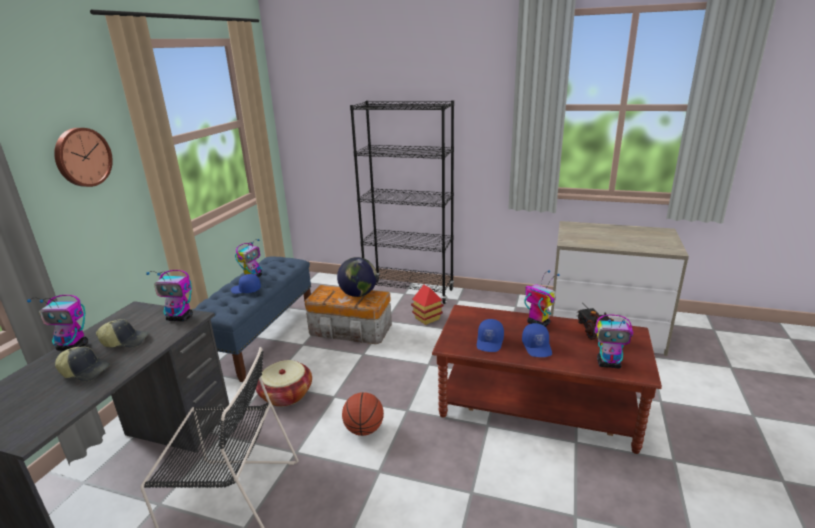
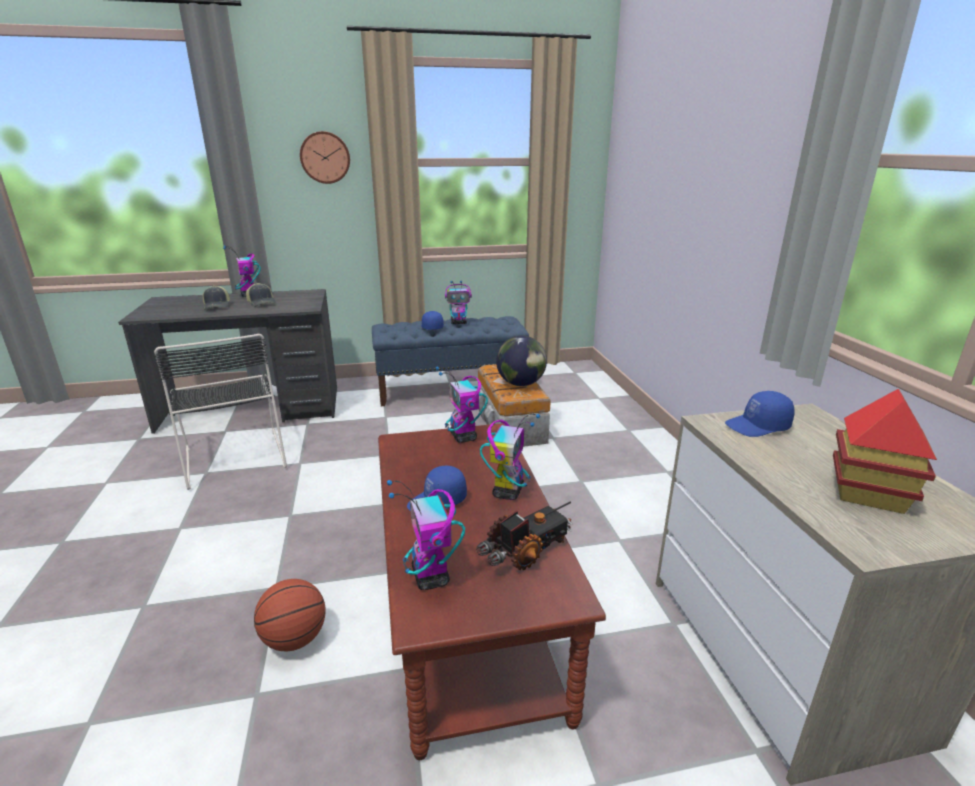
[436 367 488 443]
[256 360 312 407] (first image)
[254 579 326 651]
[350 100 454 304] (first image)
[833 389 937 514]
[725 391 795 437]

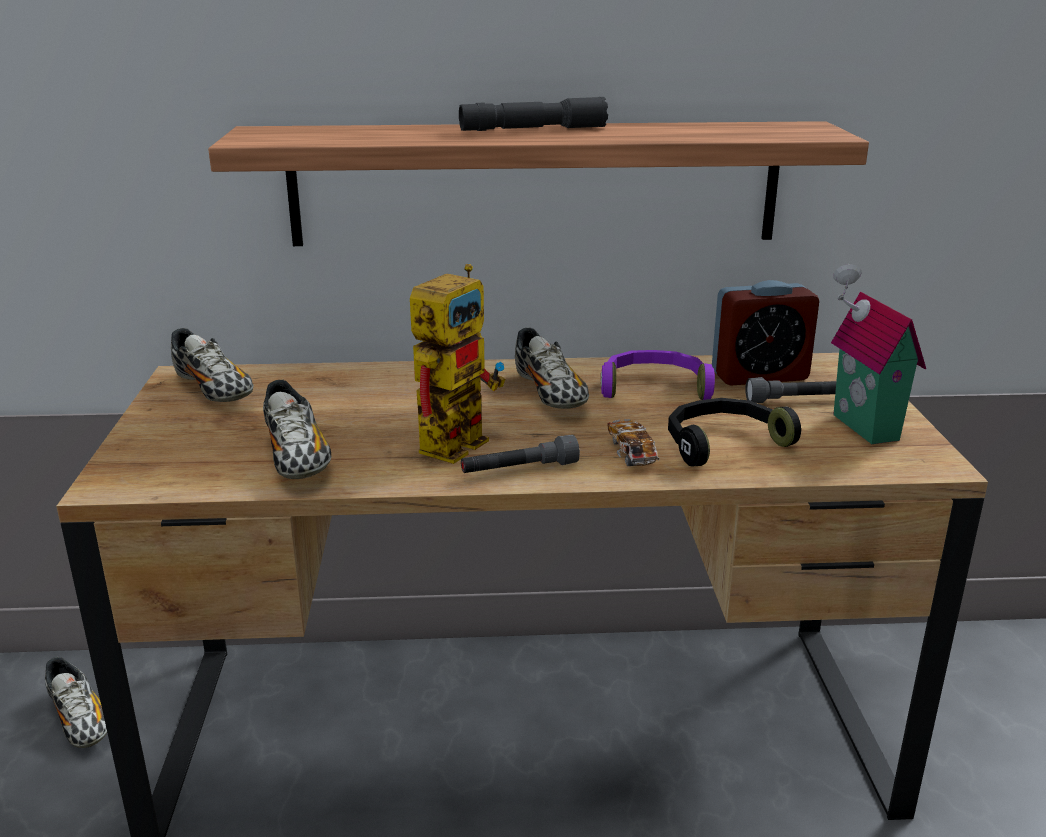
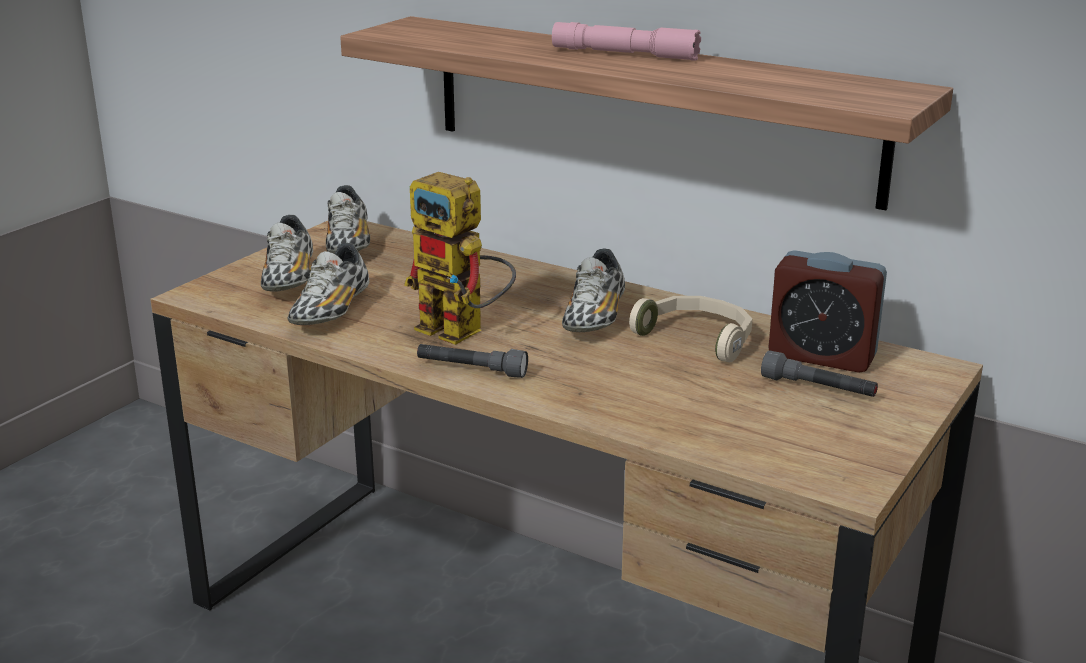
[261 215 313 292]
[404 172 516 345]
[552 22 701 61]
[629 296 752 362]
[607 419 660 466] (first image)
[668 398 801 467] (first image)
[831 264 926 444] (first image)

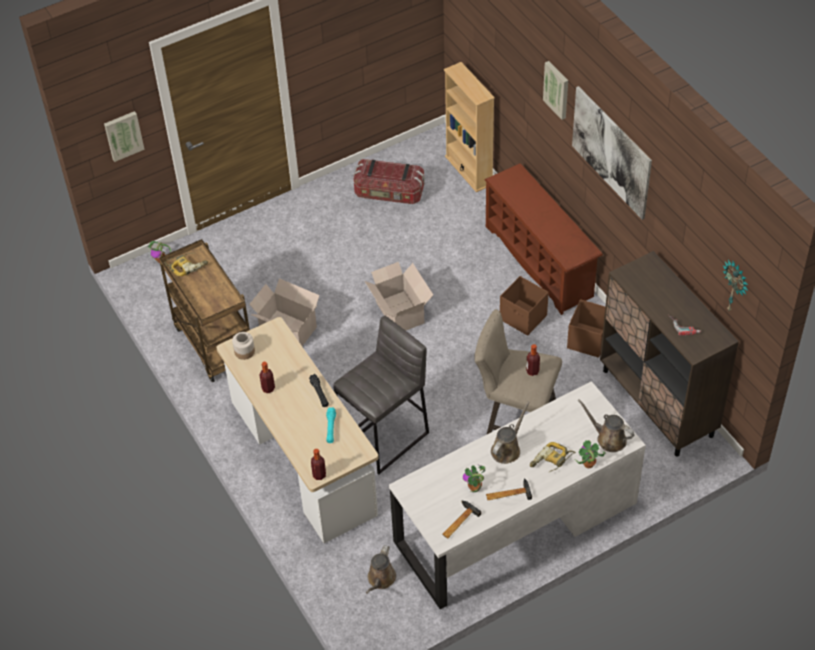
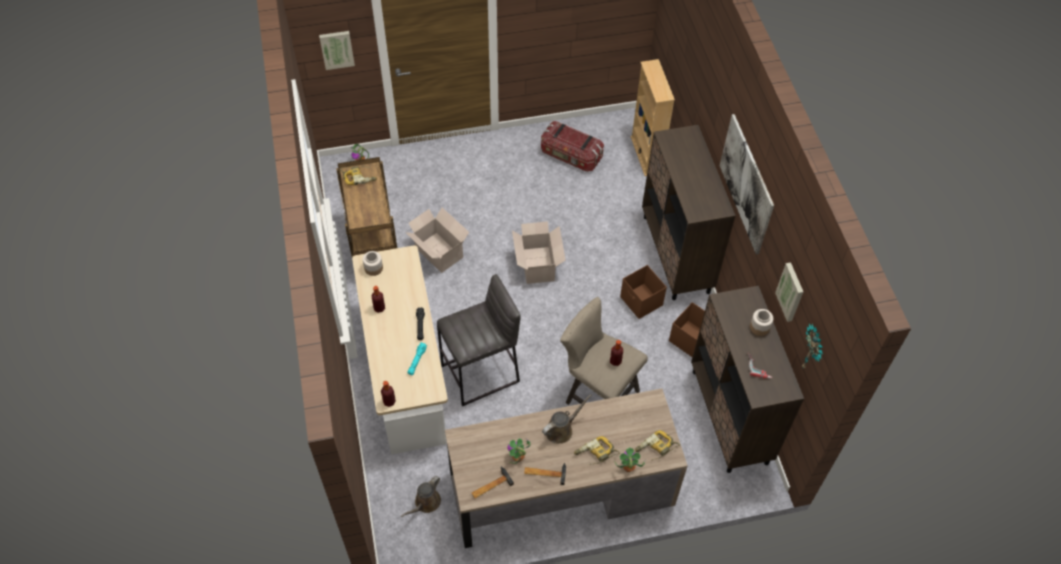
[445 388 687 548]
[642 125 736 300]
[775 262 803 322]
[635 430 680 460]
[750 309 773 336]

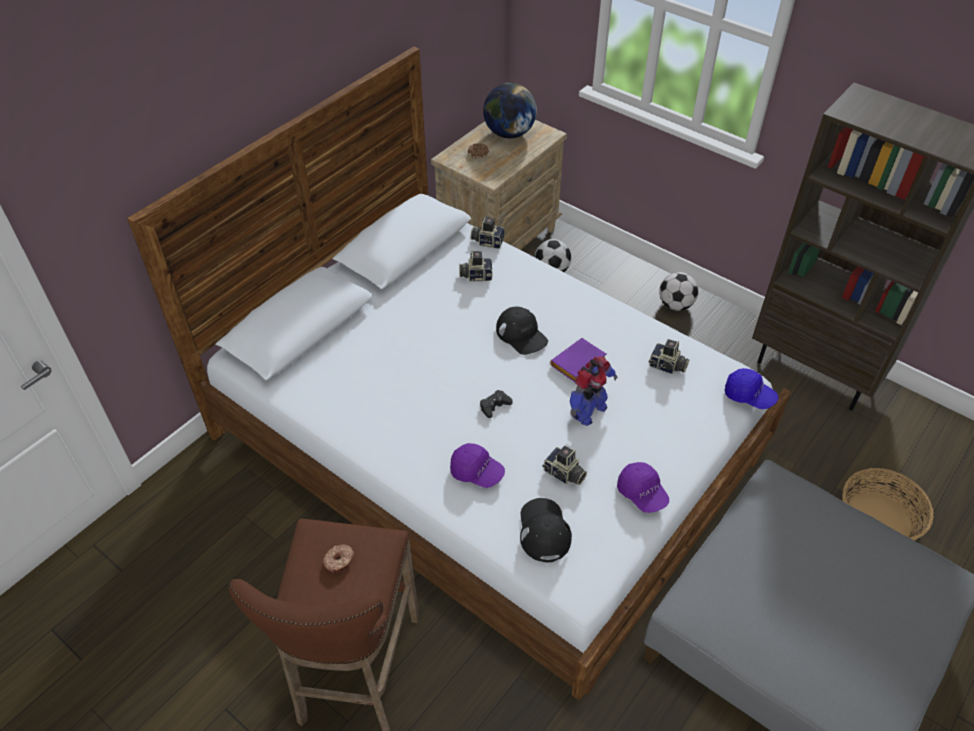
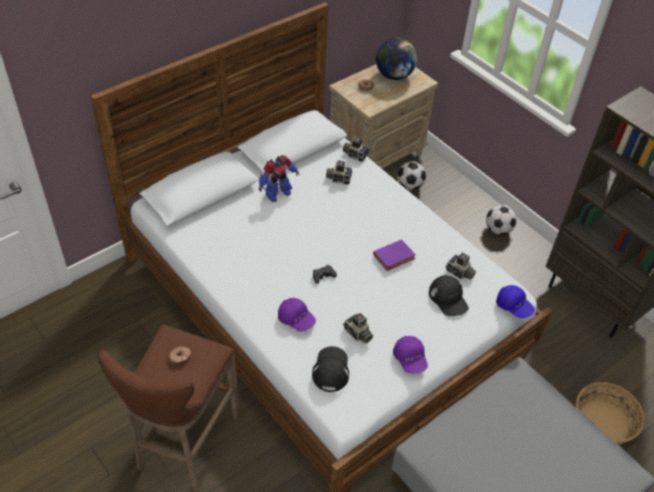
[429 275 469 316]
[259 155 300 202]

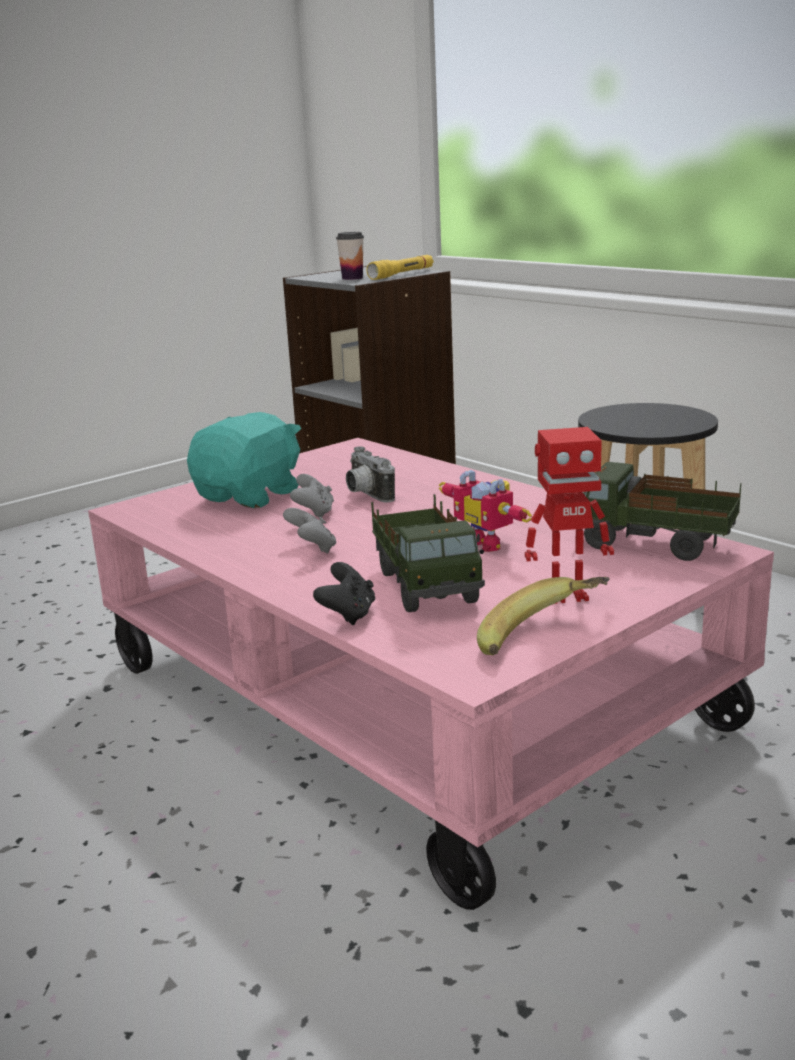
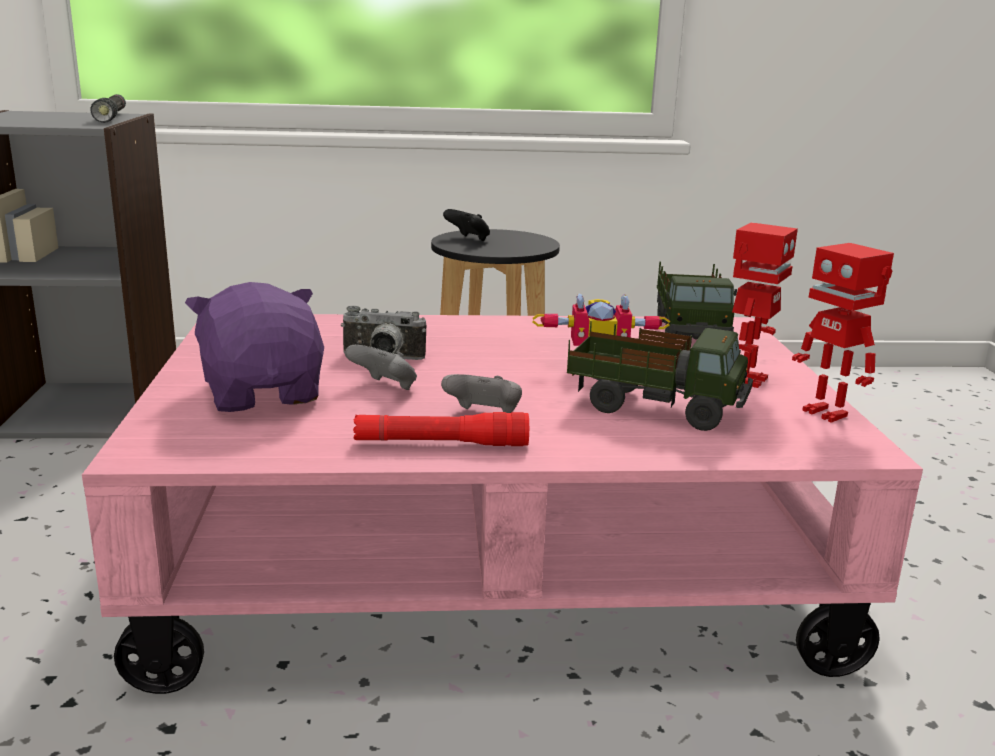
[185 282 324 412]
[443 209 490 241]
[336 232 364 280] (first image)
[90 94 126 123]
[792 243 894 423]
[657 262 737 344]
[353 412 529 446]

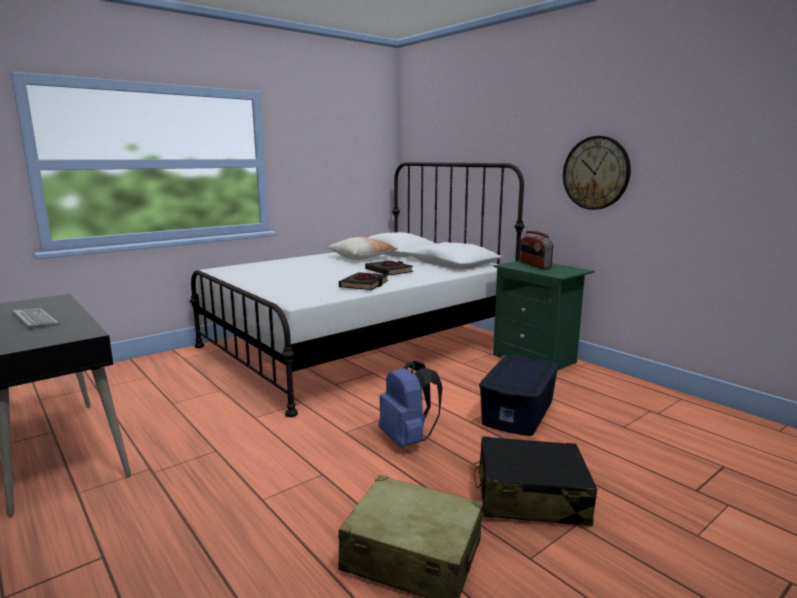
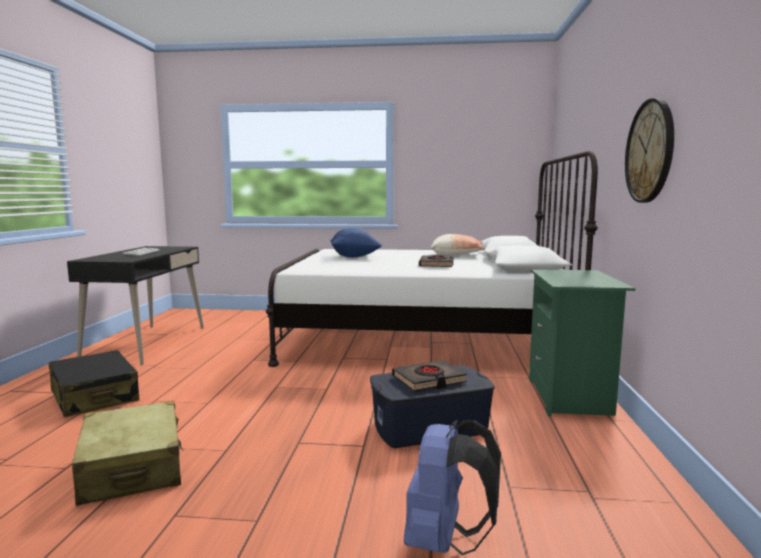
[392 360 467 392]
[404 420 501 555]
[48 350 139 417]
[520 231 553 269] (first image)
[330 229 382 257]

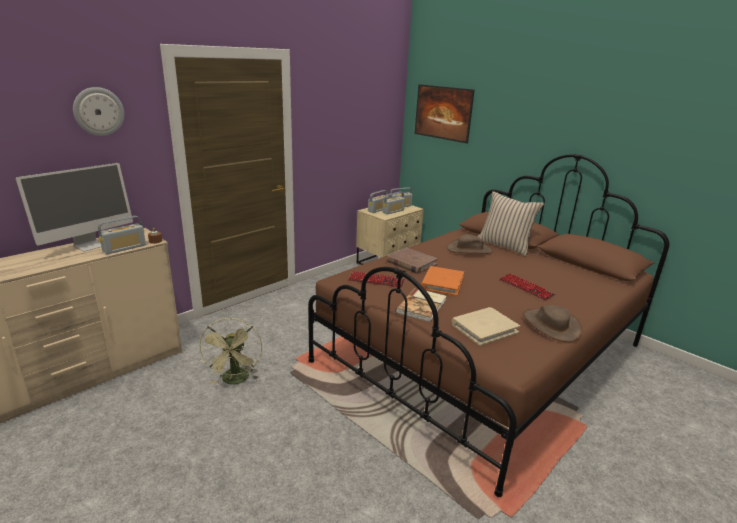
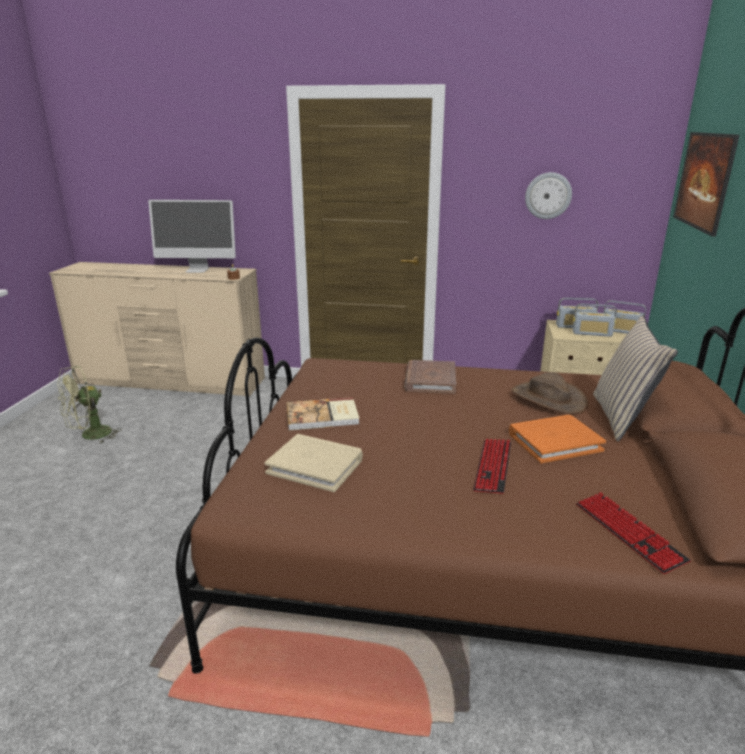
[525 172 572 219]
[98 216 146 254] (first image)
[58 365 122 444]
[576 492 691 574]
[509 415 606 463]
[523 305 582 342] (first image)

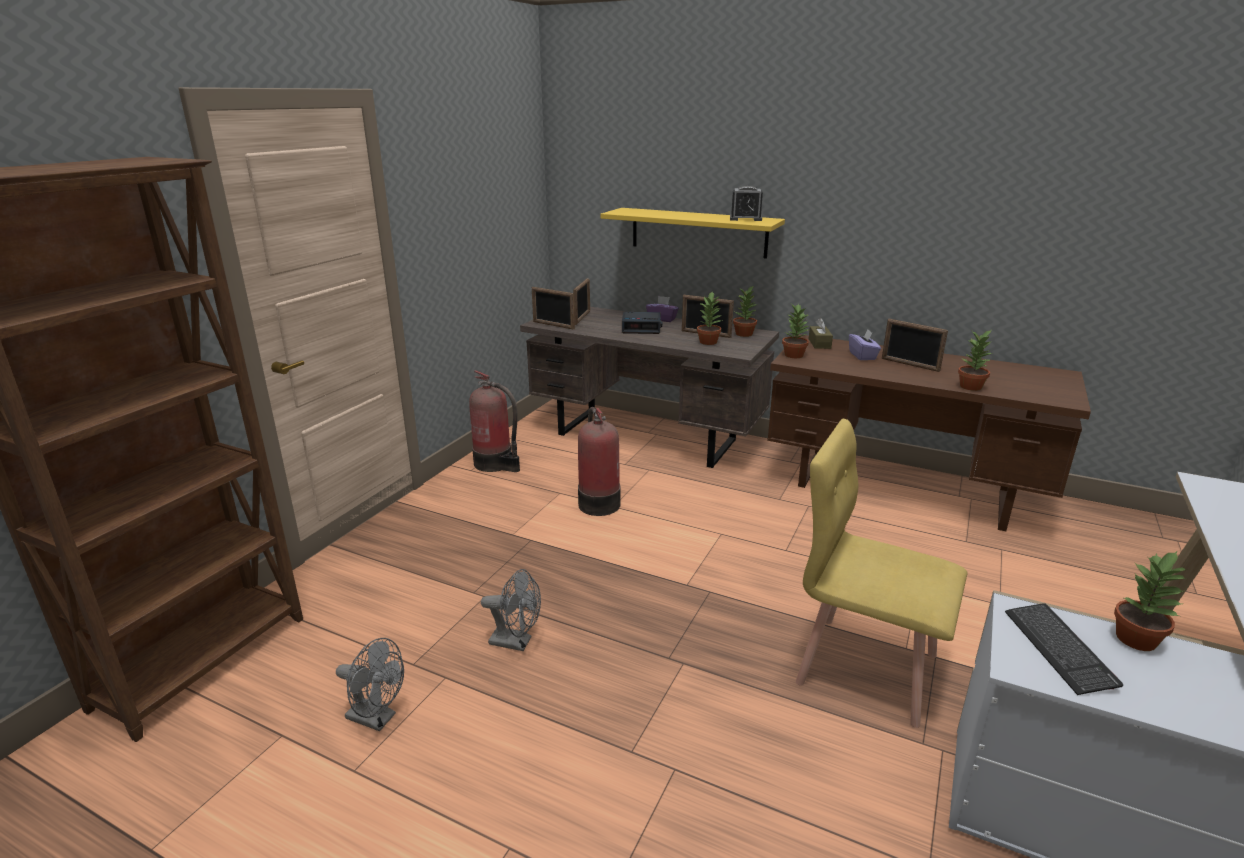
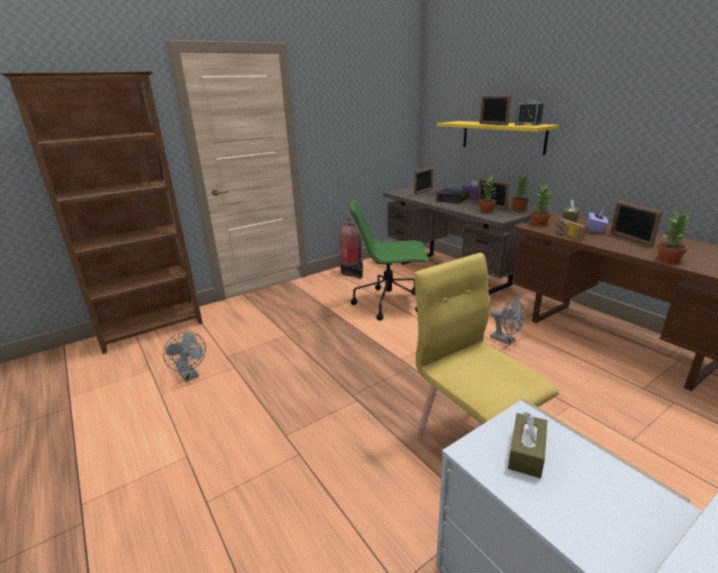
[490 298 525 345]
[480 95 511 125]
[349 199 429 321]
[508 412 547 478]
[1114 551 1188 651] (first image)
[554 218 586 241]

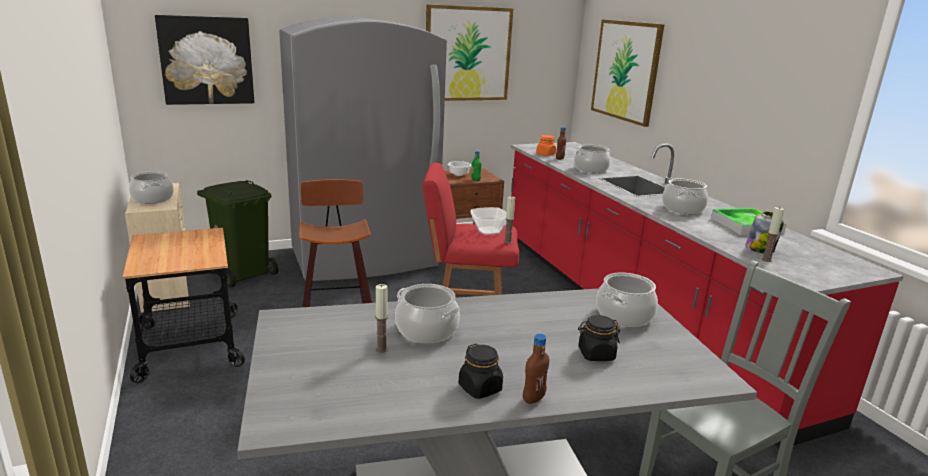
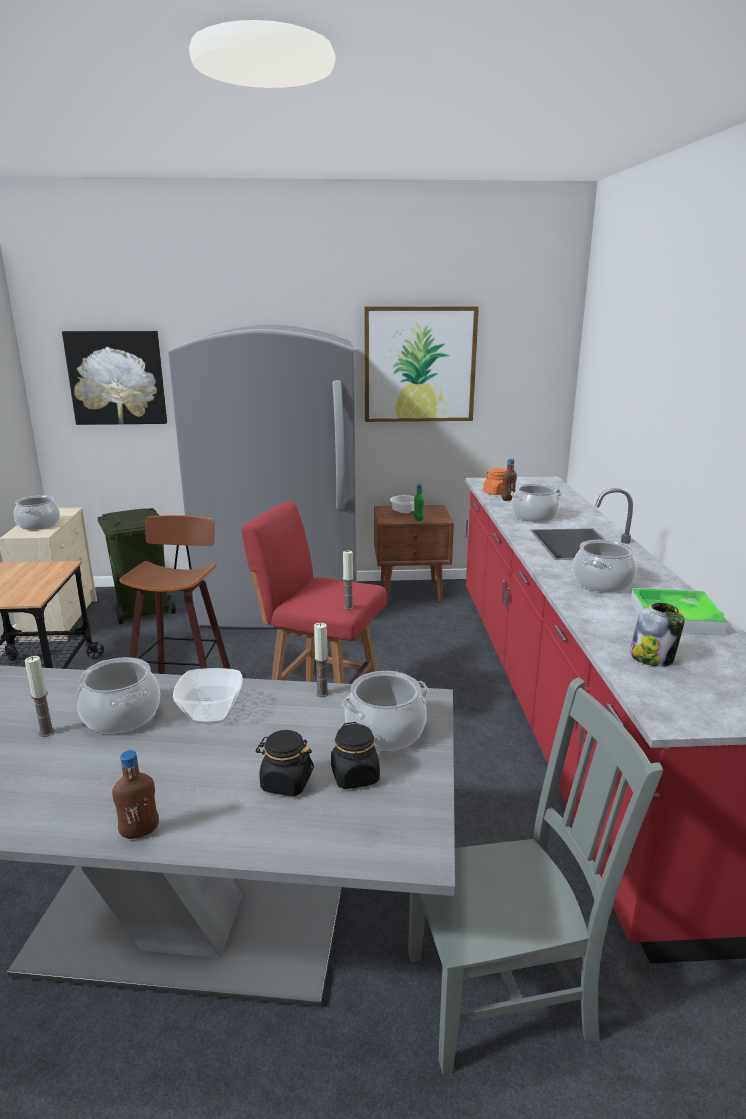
[331 722 380 789]
[173 668 243 724]
[591 19 664 127] (first image)
[314 623 329 697]

